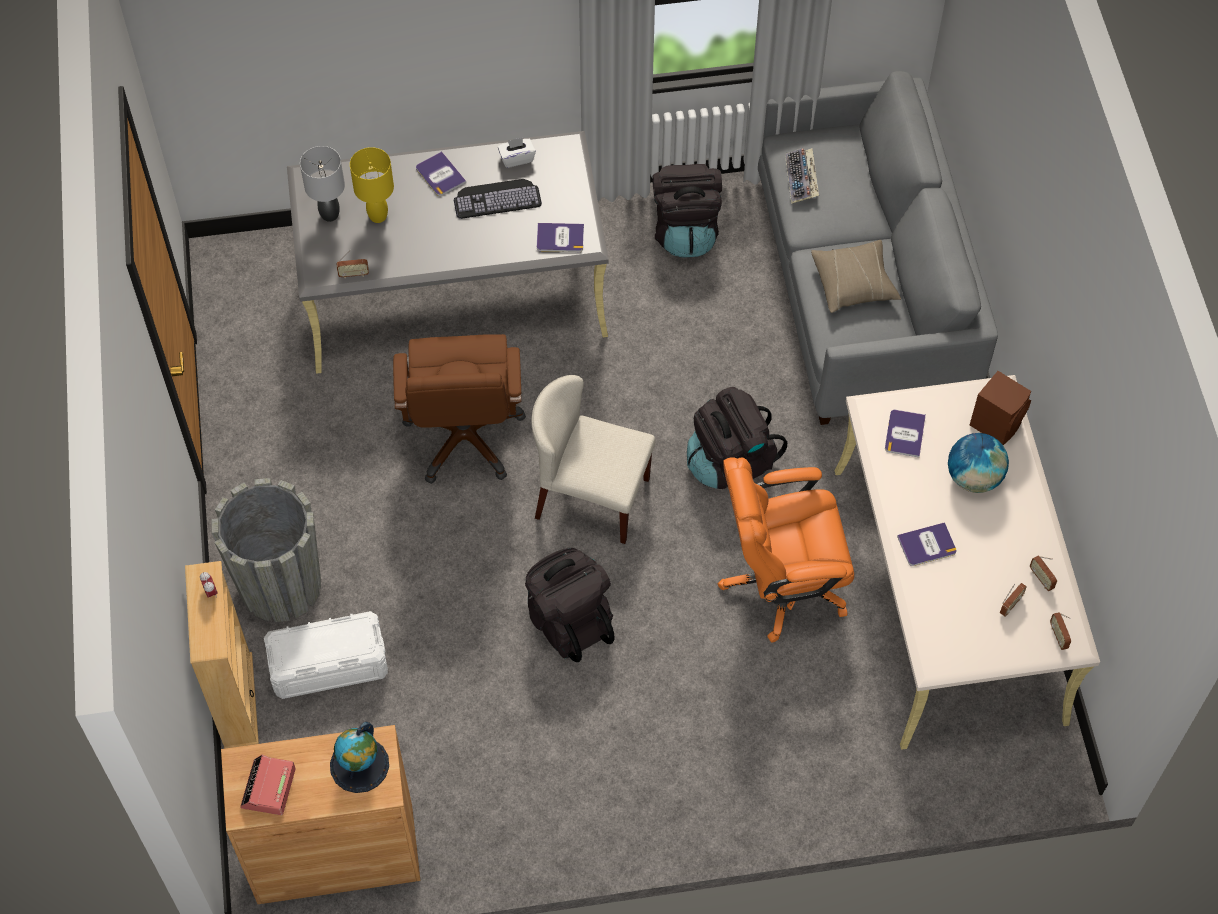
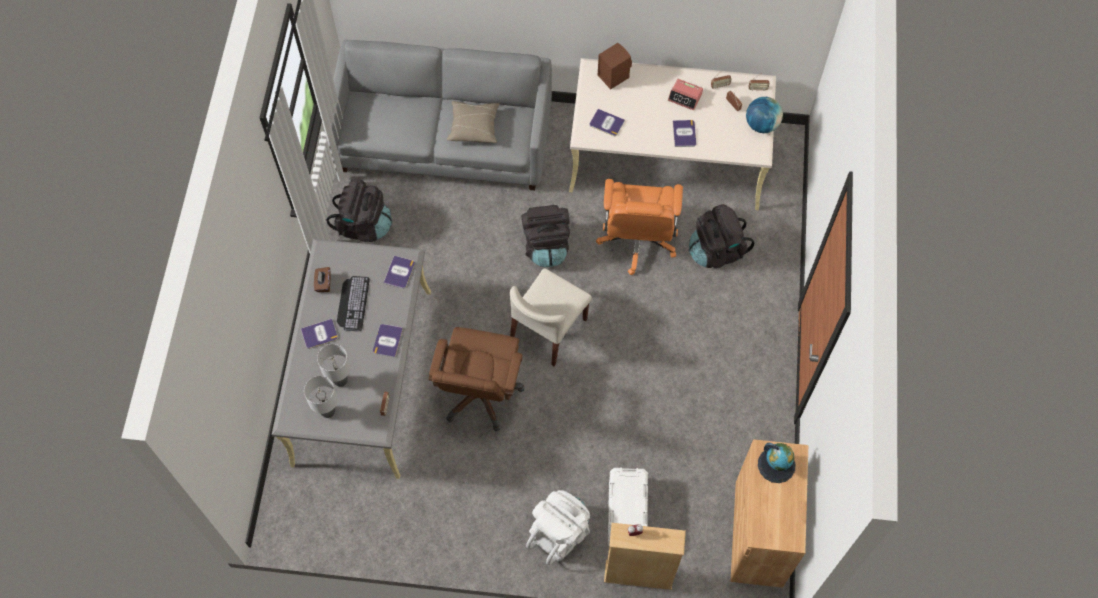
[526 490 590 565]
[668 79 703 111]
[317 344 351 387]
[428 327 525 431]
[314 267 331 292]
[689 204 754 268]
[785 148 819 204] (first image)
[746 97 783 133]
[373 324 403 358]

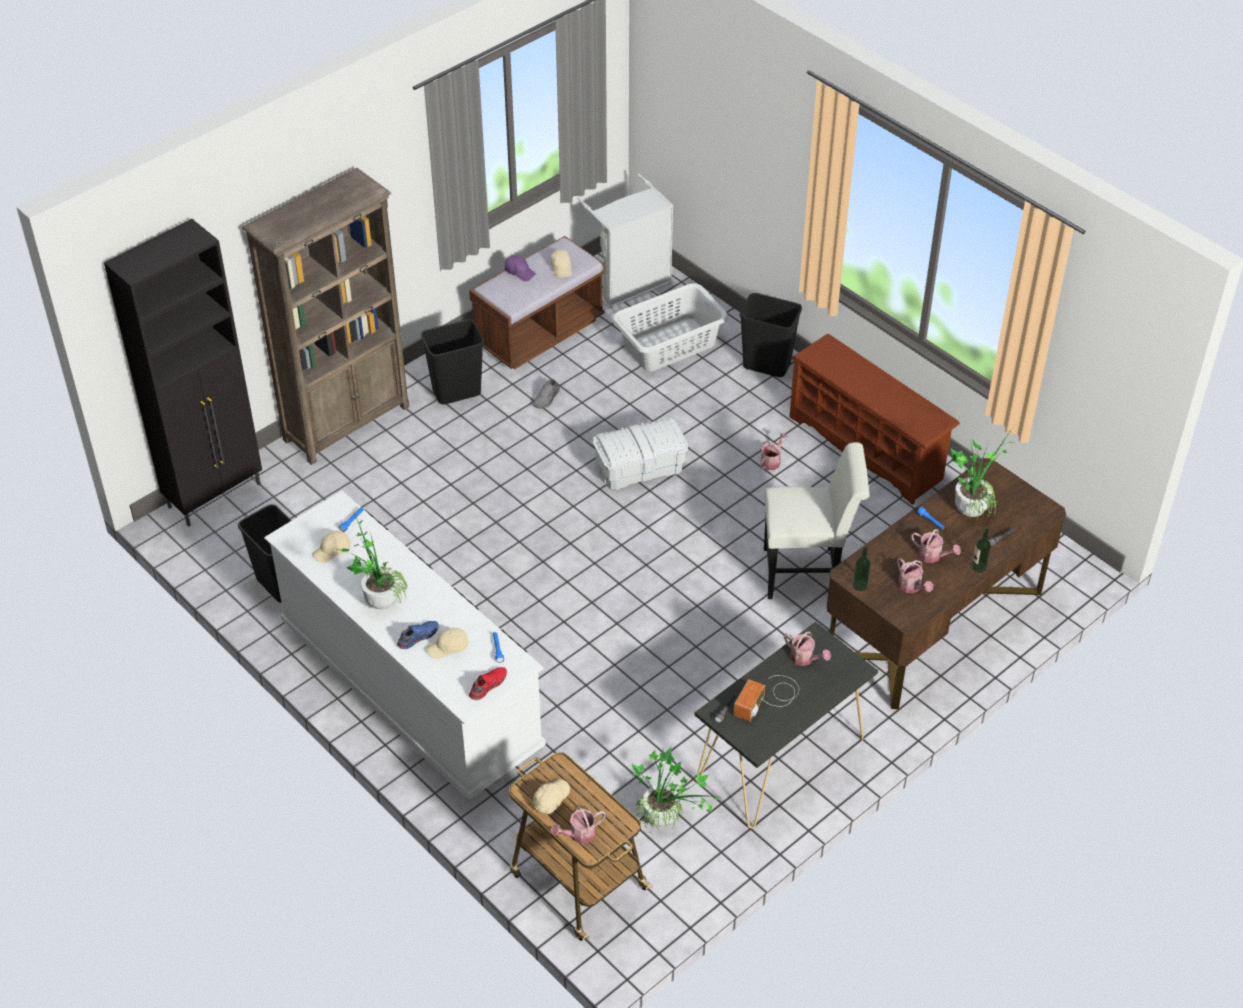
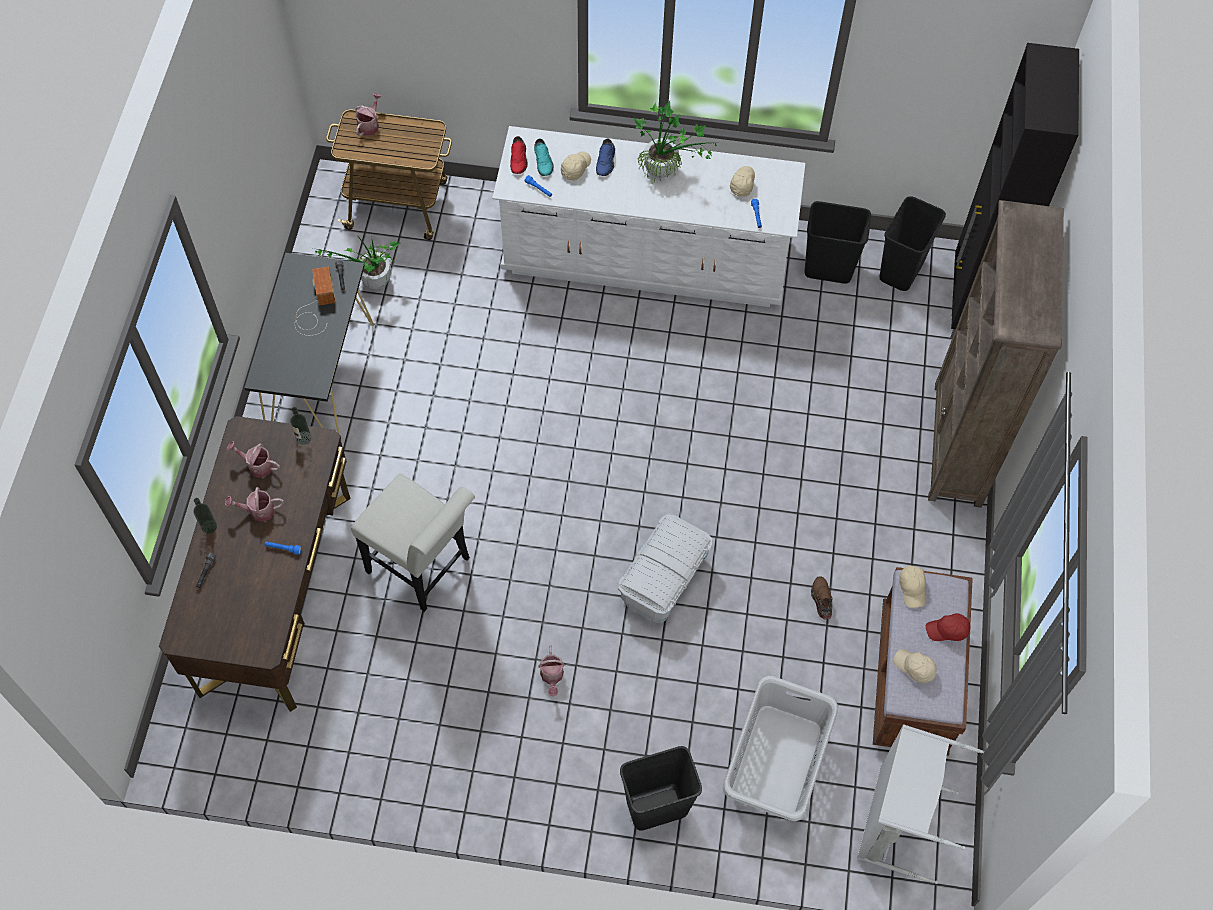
[879 196 946 291]
[926 613 971 641]
[811 576 833 620]
[899 566 926 608]
[351 474 475 612]
[784 631 831 666] (first image)
[789 334 960 505] (first image)
[951 425 1015 519] (first image)
[534 138 554 176]

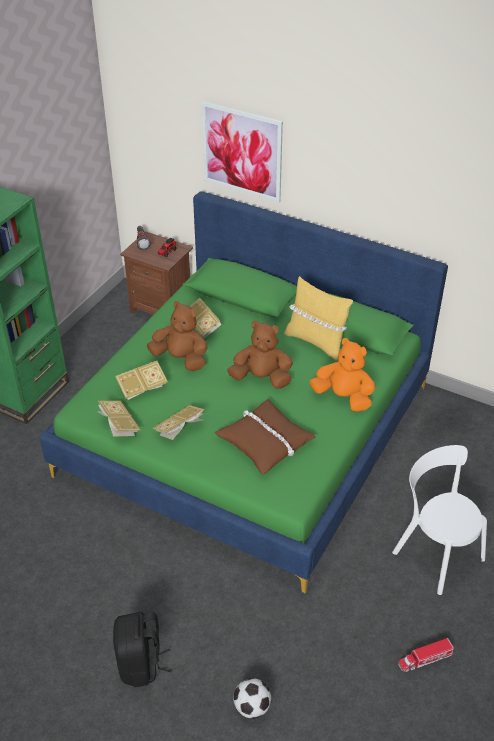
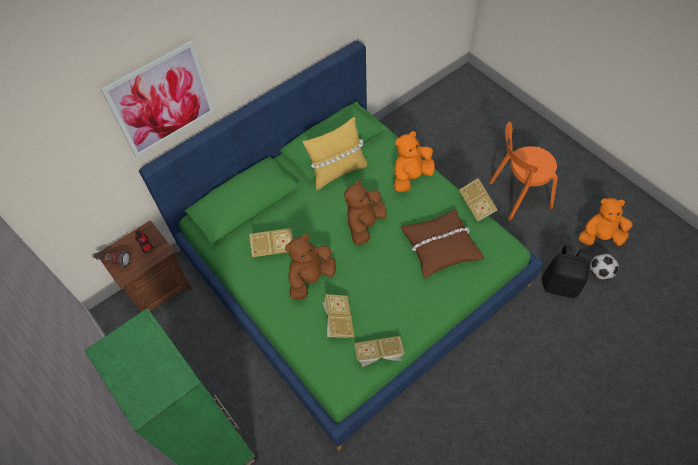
[542 246 590 298]
[459 178 497 221]
[590 253 619 280]
[489 122 558 221]
[578 198 633 246]

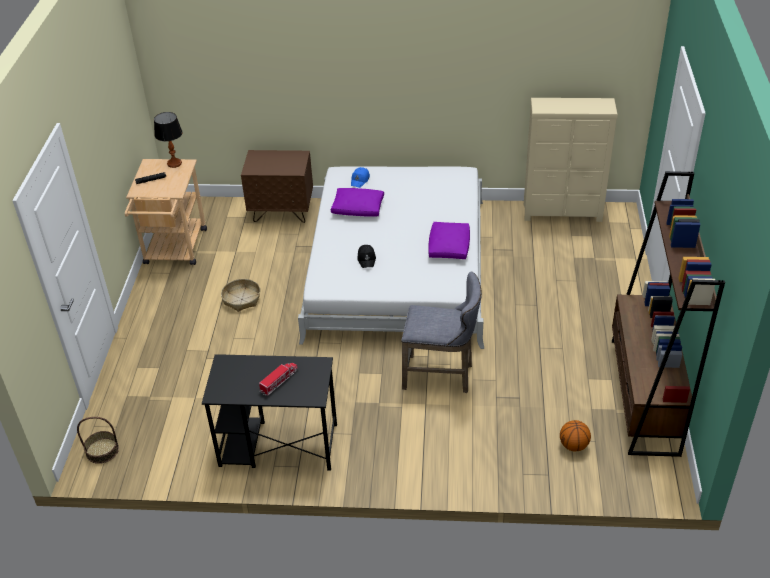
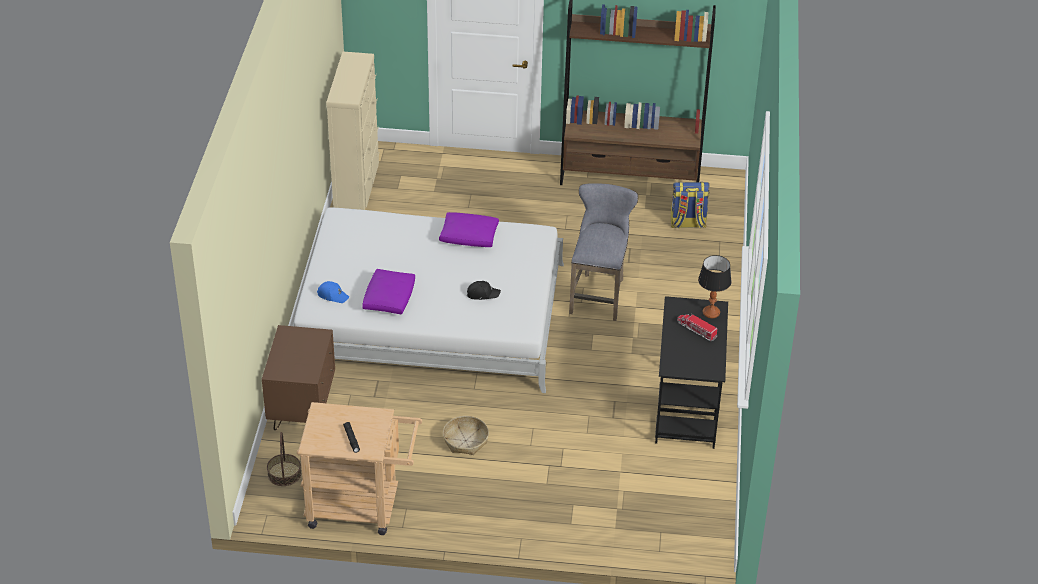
[267 432 301 486]
[698 255 732 318]
[671 182 710 229]

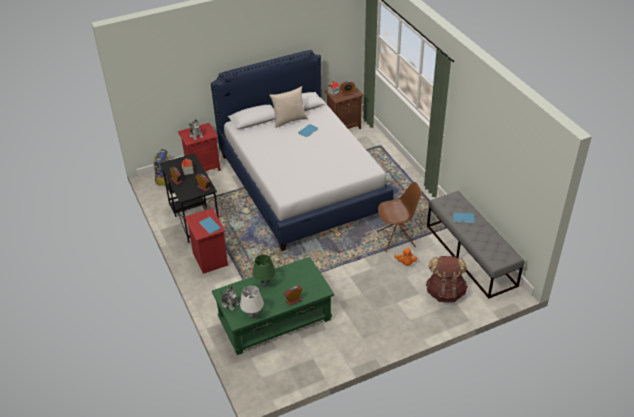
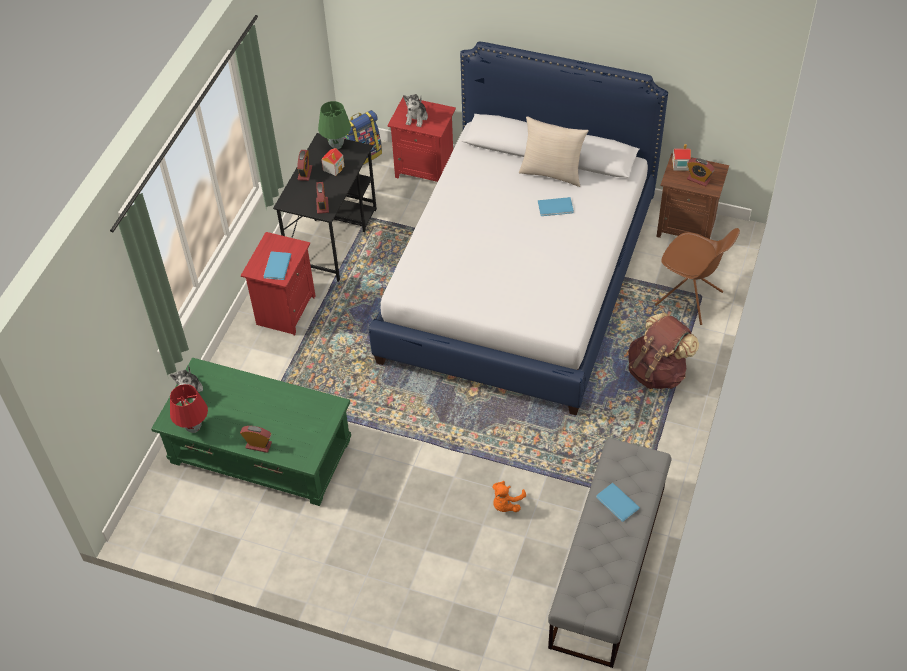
[170 384 208 433]
[318 101 351 149]
[655 228 740 325]
[628 312 699 389]

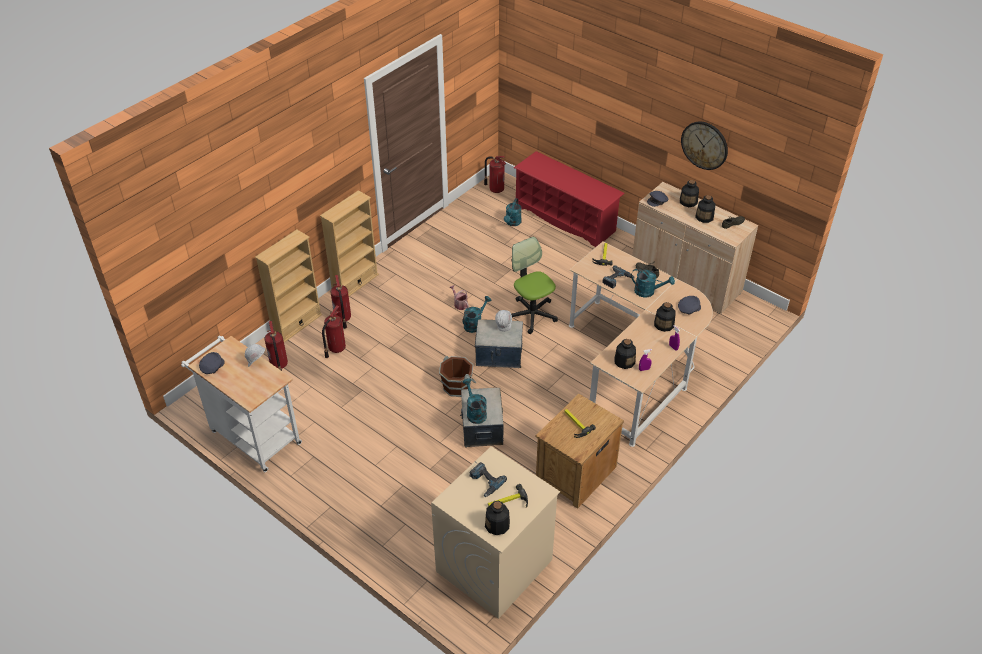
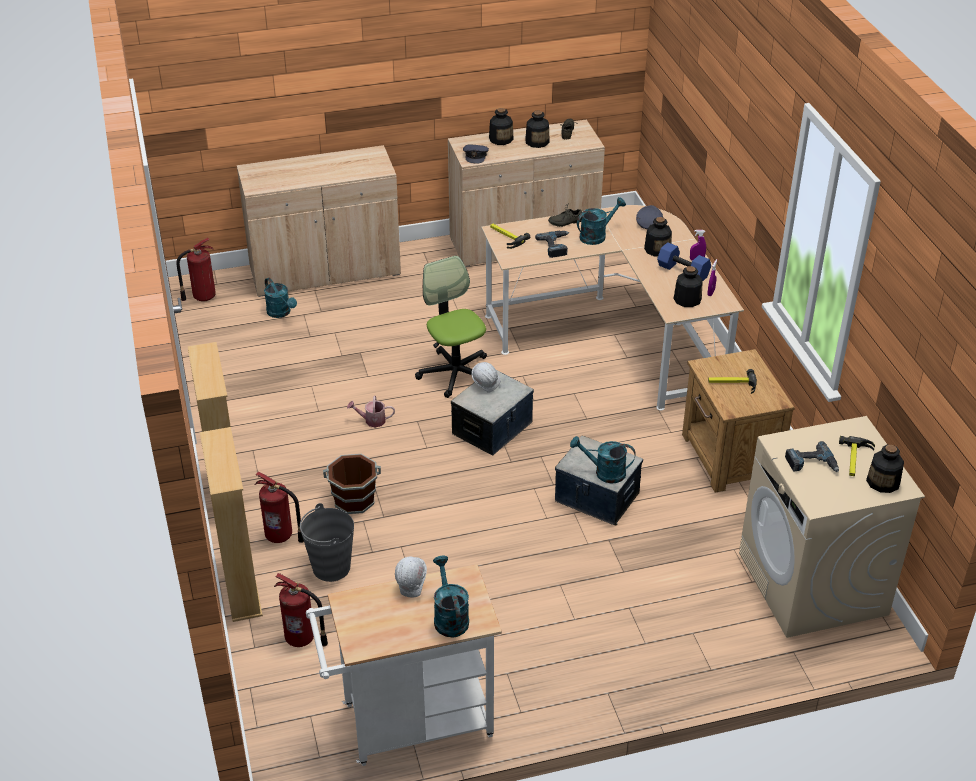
[199 352 225 374] (first image)
[300 503 354 582]
[323 454 381 514]
[433 556 469 637]
[415 256 487 398]
[237 145 401 297]
[681 121 728 170] (first image)
[657 242 711 281]

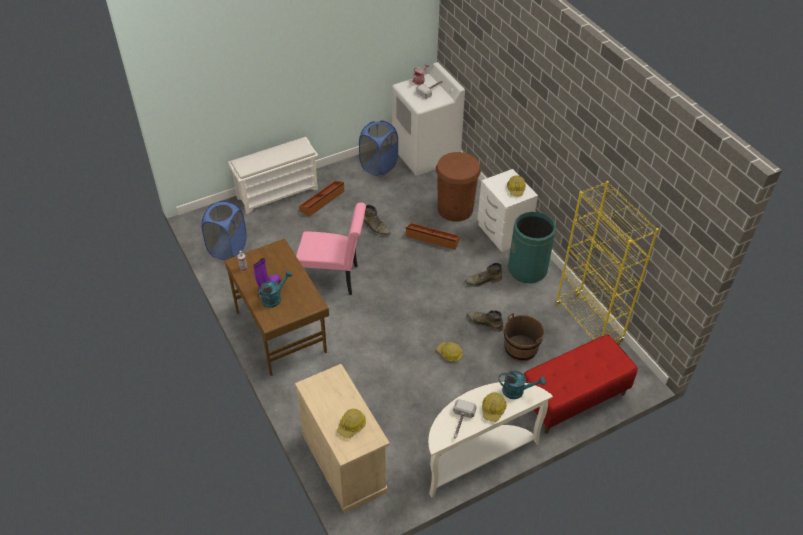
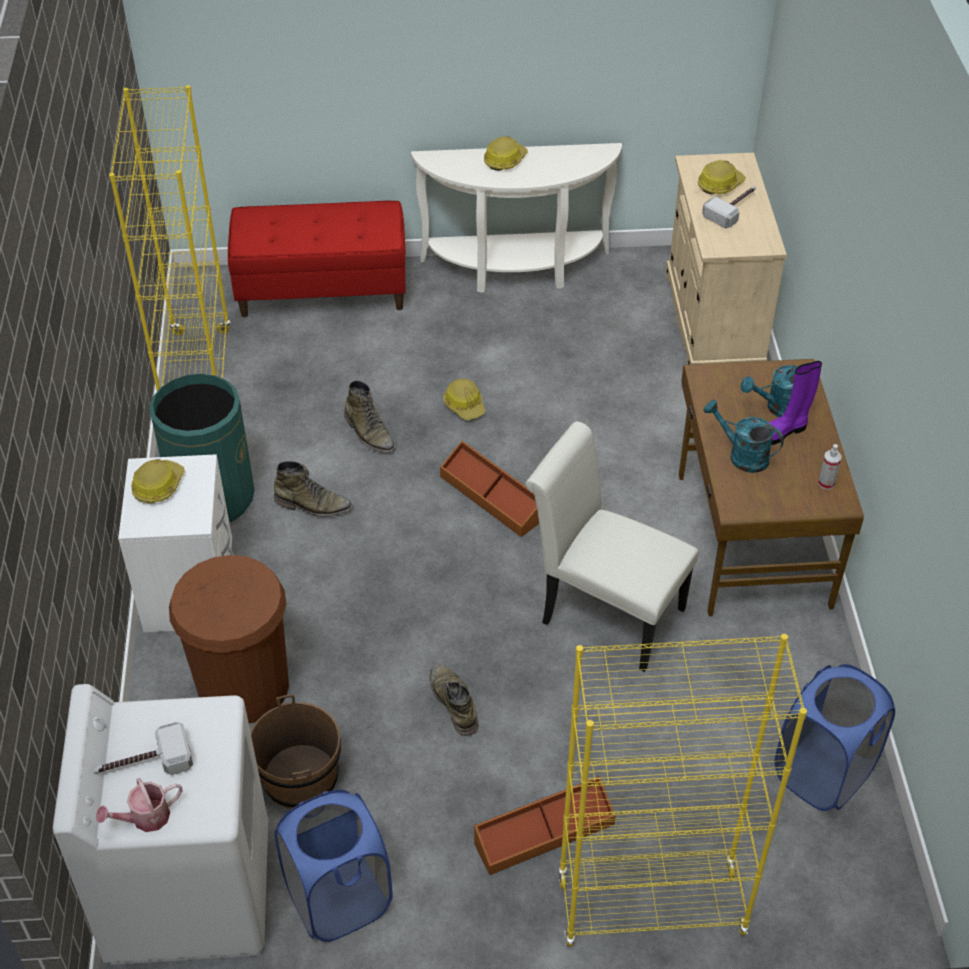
[558 634 807 947]
[525 422 699 672]
[440 441 539 537]
[702 186 756 228]
[703 400 784 473]
[251 694 341 809]

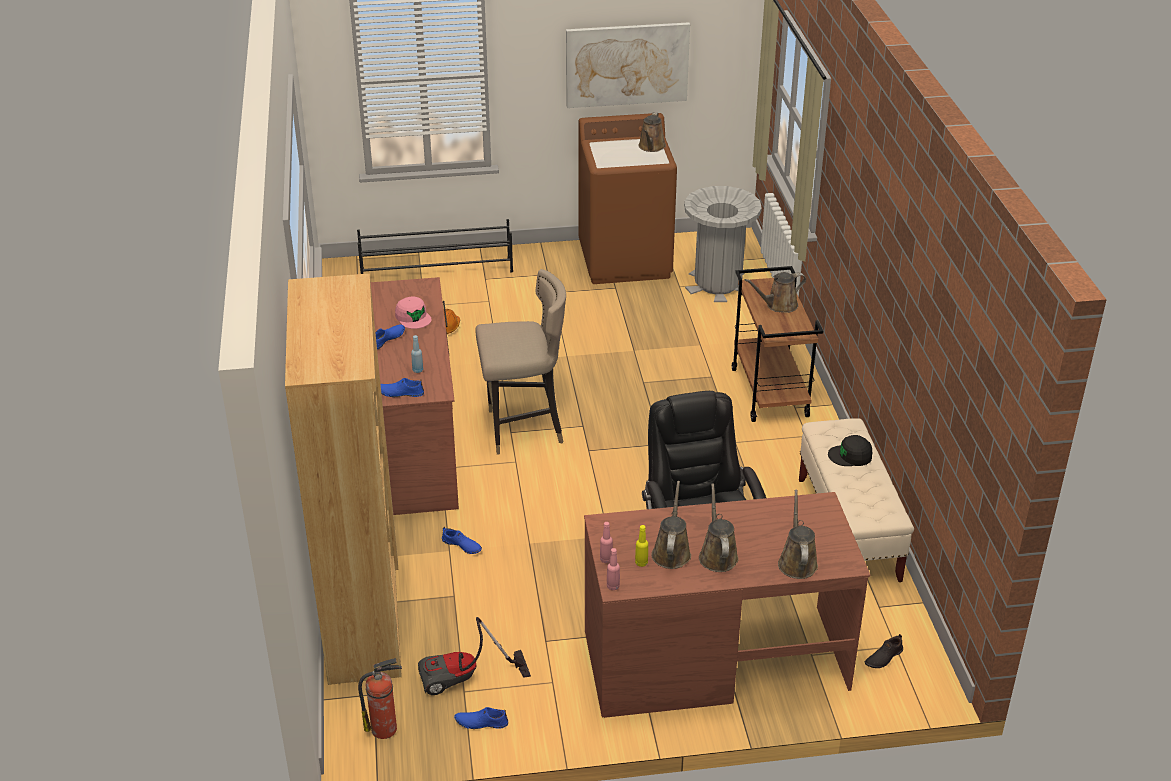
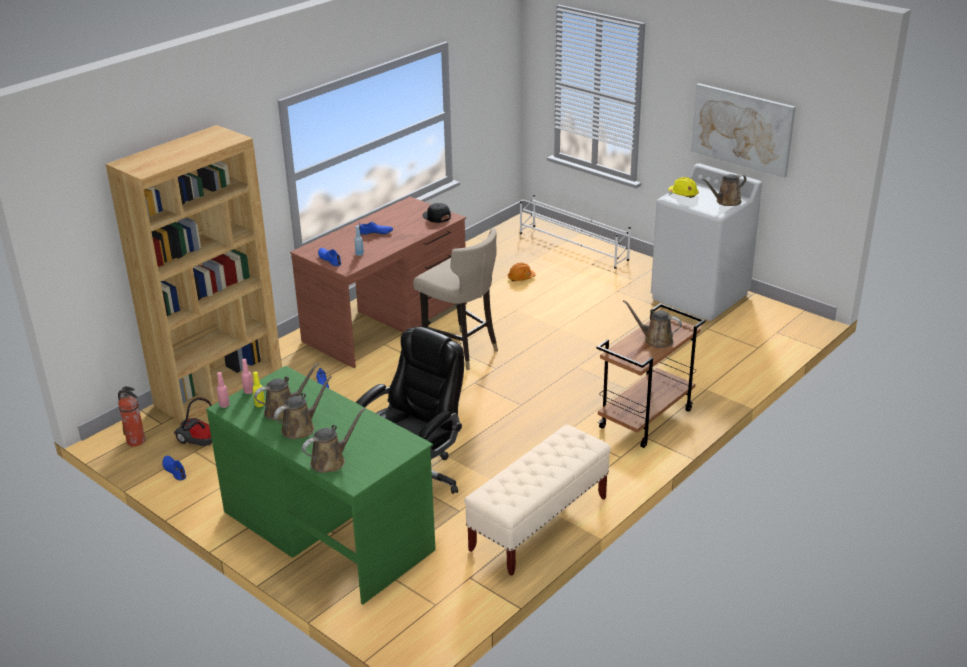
[520 195 631 269]
[395 296 432 329] (first image)
[651 163 762 321]
[206 366 436 605]
[684 186 762 302] (first image)
[423 203 451 223]
[865 634 903 668] (first image)
[668 177 699 198]

